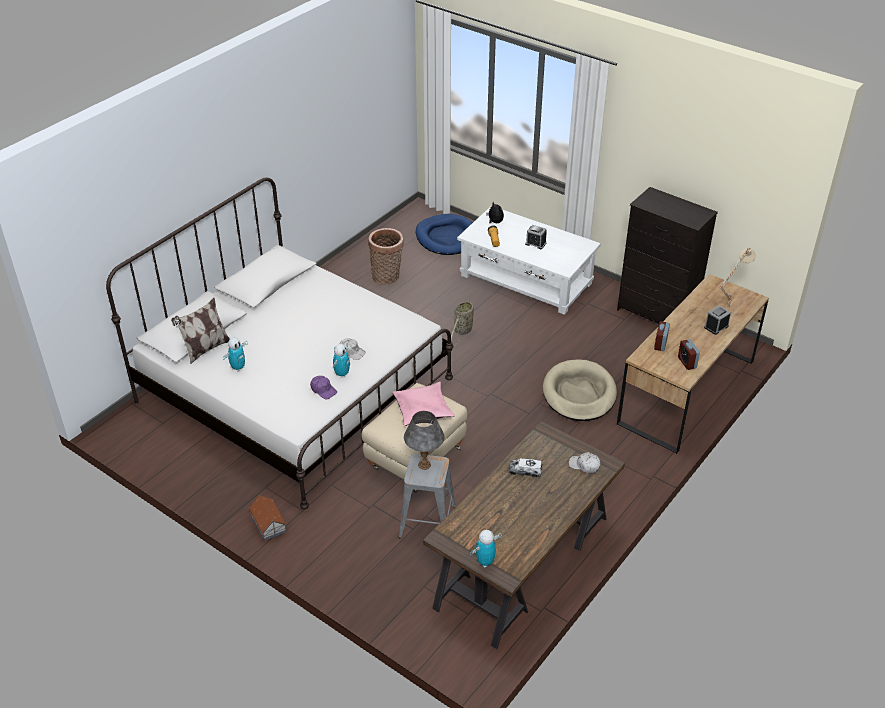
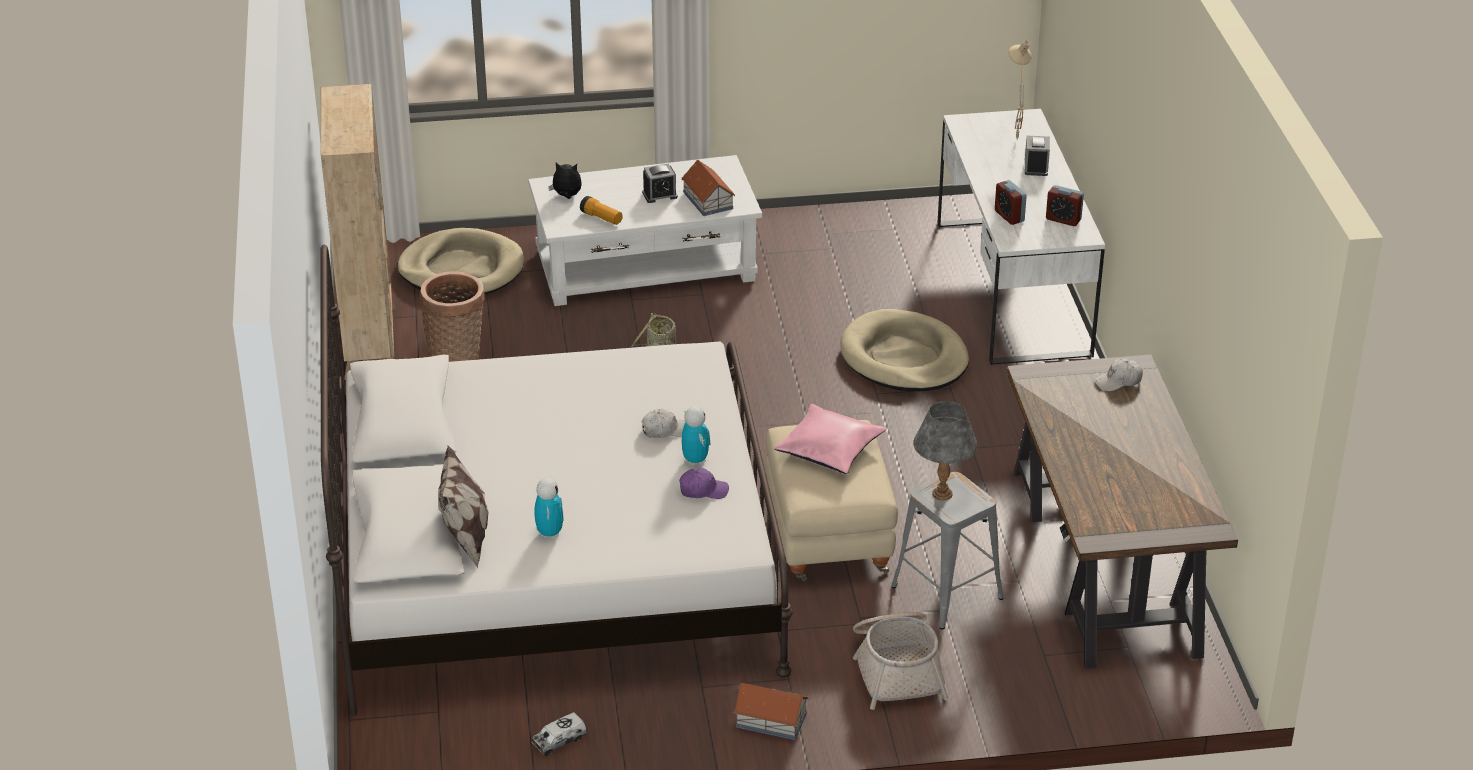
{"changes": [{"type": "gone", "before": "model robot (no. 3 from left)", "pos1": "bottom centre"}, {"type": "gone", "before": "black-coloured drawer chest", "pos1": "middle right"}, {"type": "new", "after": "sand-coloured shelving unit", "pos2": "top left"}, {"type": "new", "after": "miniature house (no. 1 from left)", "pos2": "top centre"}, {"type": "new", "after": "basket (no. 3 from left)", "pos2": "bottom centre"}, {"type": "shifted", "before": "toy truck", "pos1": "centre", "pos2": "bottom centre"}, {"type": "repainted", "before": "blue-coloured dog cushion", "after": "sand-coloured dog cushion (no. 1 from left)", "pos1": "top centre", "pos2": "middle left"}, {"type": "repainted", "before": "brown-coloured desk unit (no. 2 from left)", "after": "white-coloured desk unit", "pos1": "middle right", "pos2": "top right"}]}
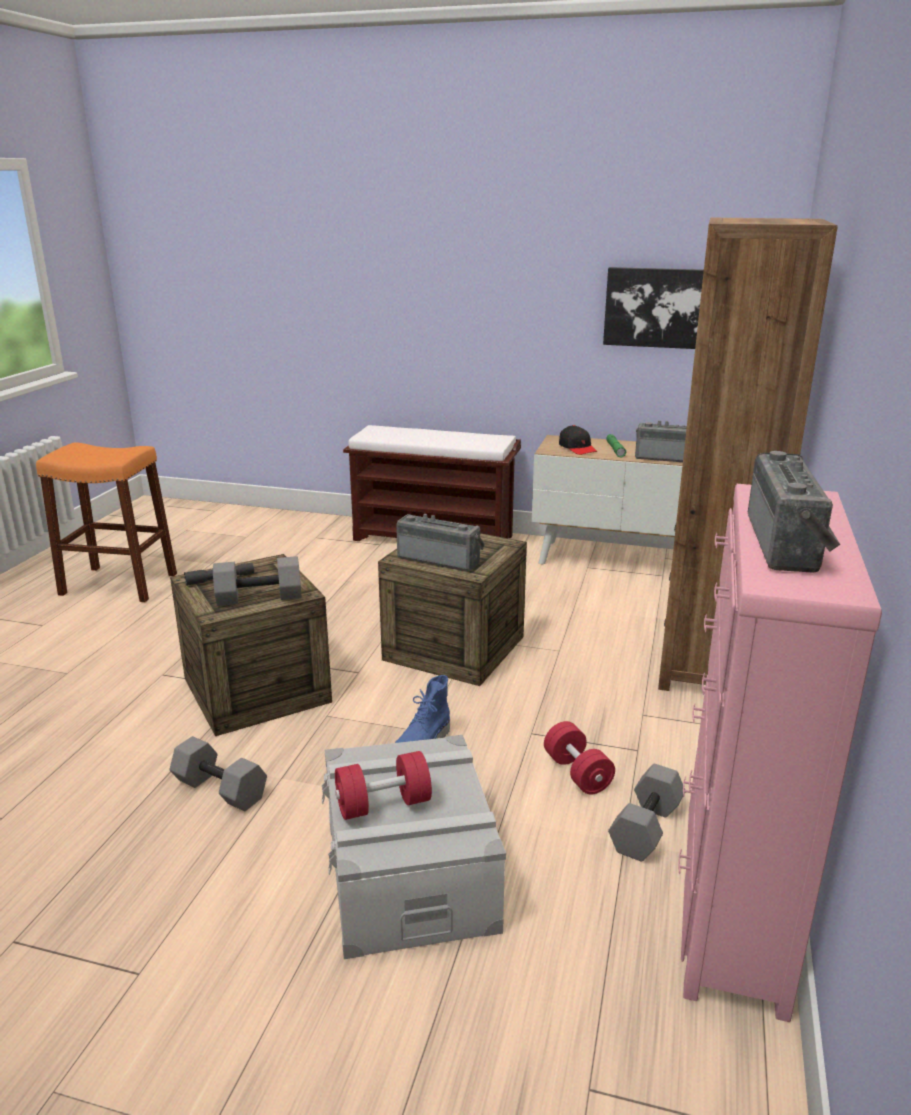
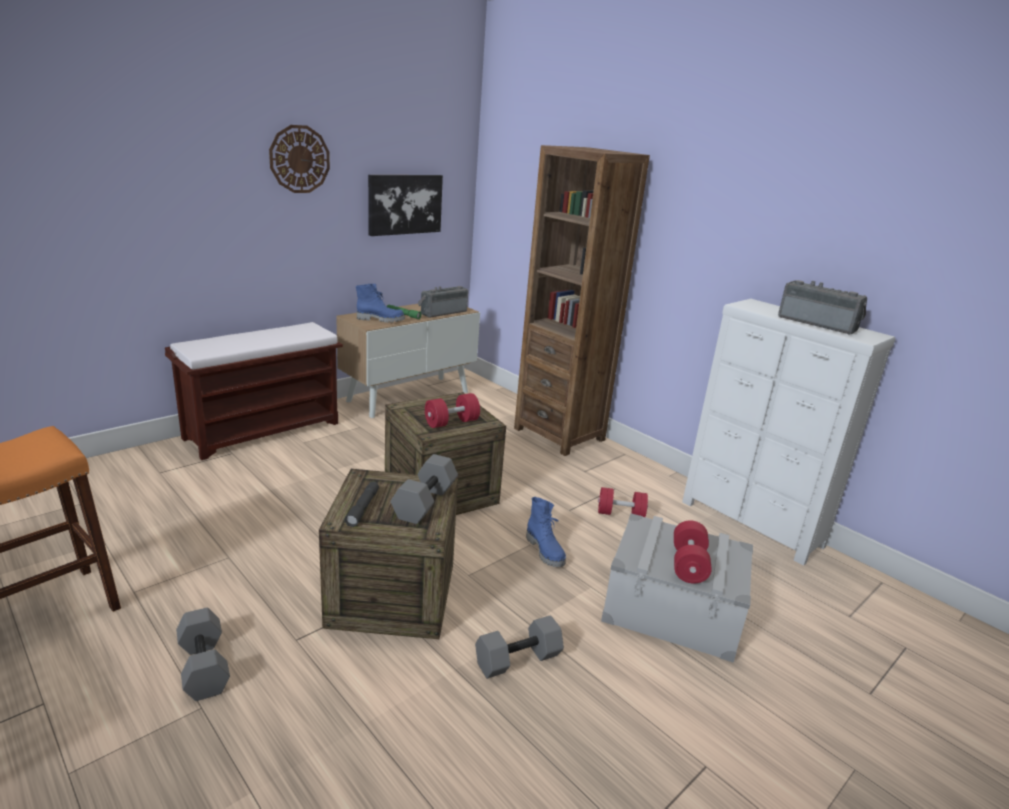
{"changes": [{"type": "new", "after": "clock on the wall", "pos2": "top left"}, {"type": "shifted", "before": "greyish dumbbell (no. 3 from left in the first image)", "after": "greyish dumbbell (no. 1 from left)", "pos1": "bottom right", "pos2": "bottom left"}, {"type": "swapped", "before": "radio (no. 1 from left)", "after": "red dumbbell (no. 1 from left)", "pos1": "centre", "pos2": "centre"}, {"type": "swapped", "before": "black-coloured cap", "after": "blue-coloured high-top boot (no. 1 from left)", "pos1": "centre", "pos2": "centre"}, {"type": "repainted", "before": "pinkish drawer chest", "after": "white-coloured drawer chest", "pos1": "bottom right", "pos2": "middle right"}]}
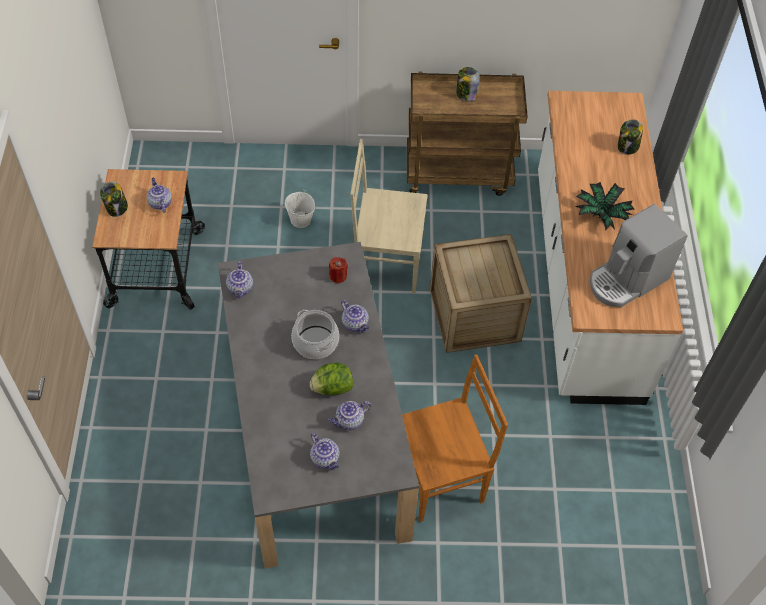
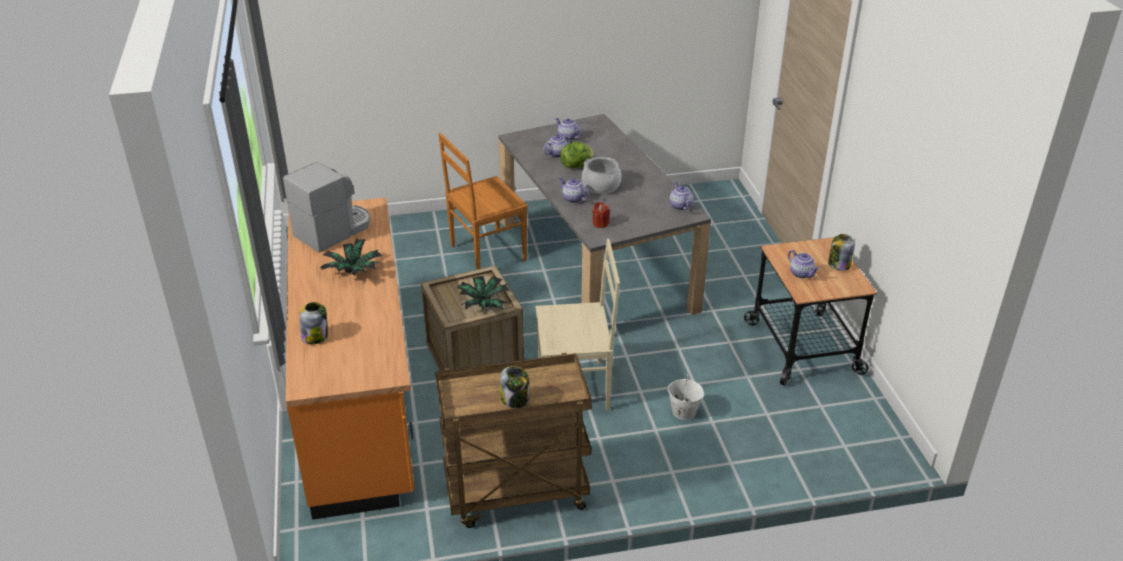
{"changes": [{"type": "new", "after": "plant in a pot (no. 2 from left)", "pos2": "centre"}, {"type": "repainted", "before": "white-coloured counter", "after": "orangey counter", "pos1": "middle right", "pos2": "middle left"}]}
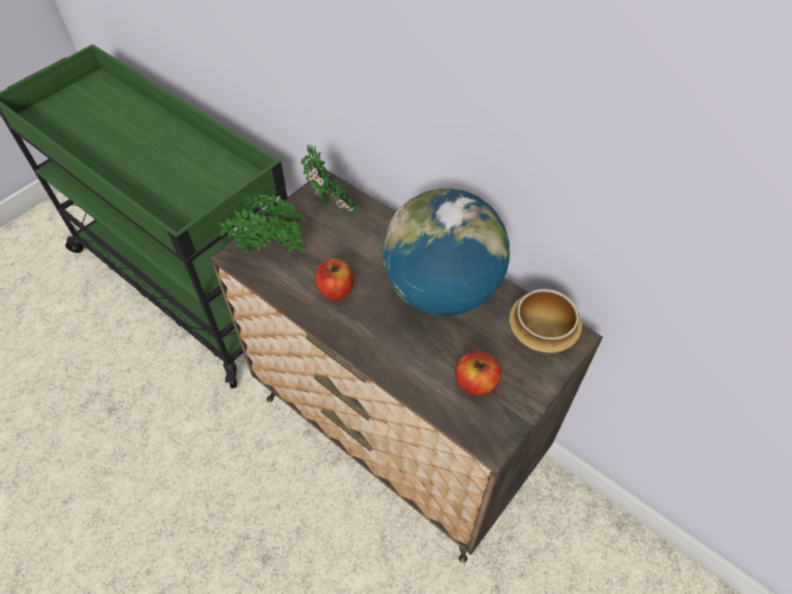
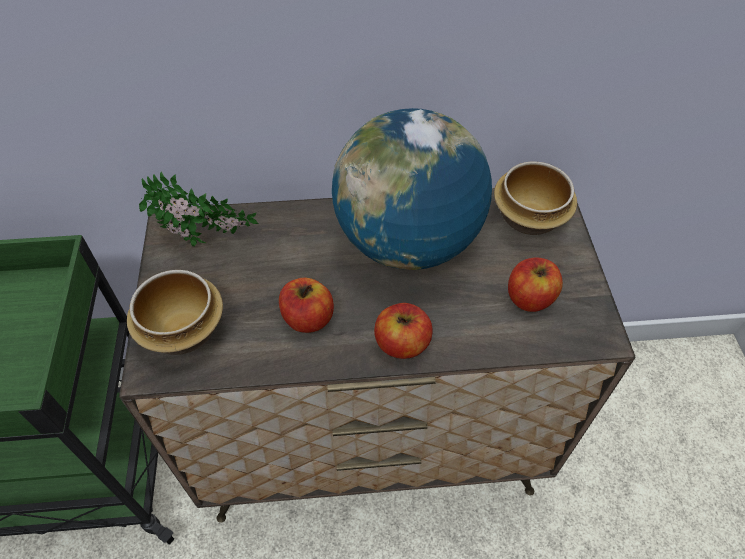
{"changes": [{"type": "new", "after": "apple fruit (no. 2 from left)", "pos2": "centre"}, {"type": "swapped", "before": "plant in a pot (no. 1 from left)", "after": "deep dish (no. 1 from left)", "pos1": "middle left", "pos2": "middle left"}]}
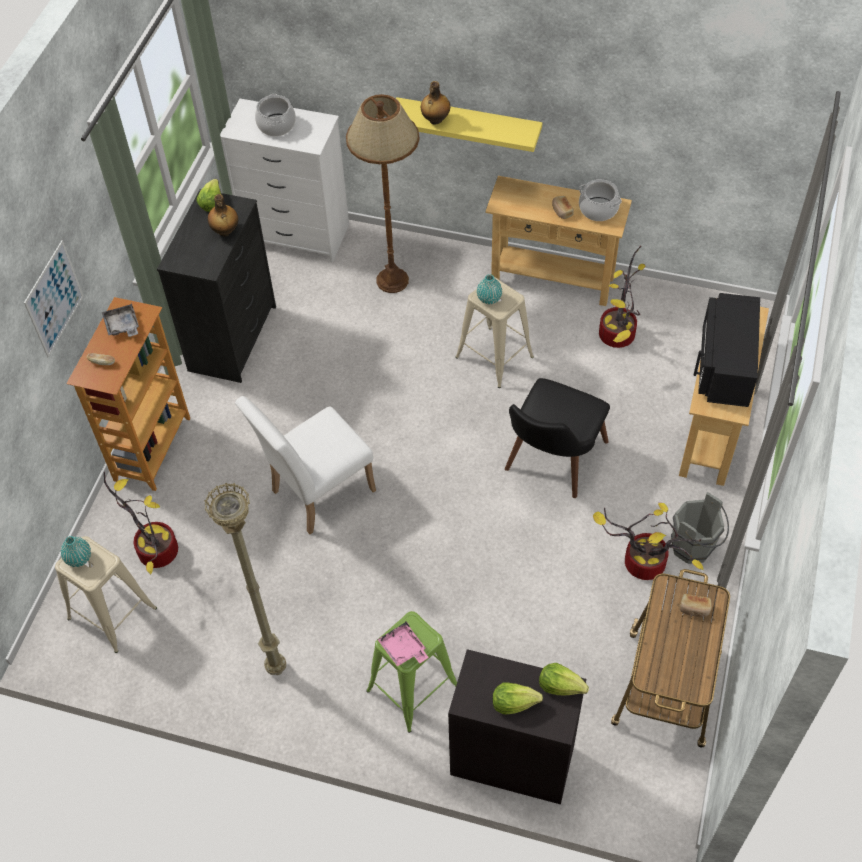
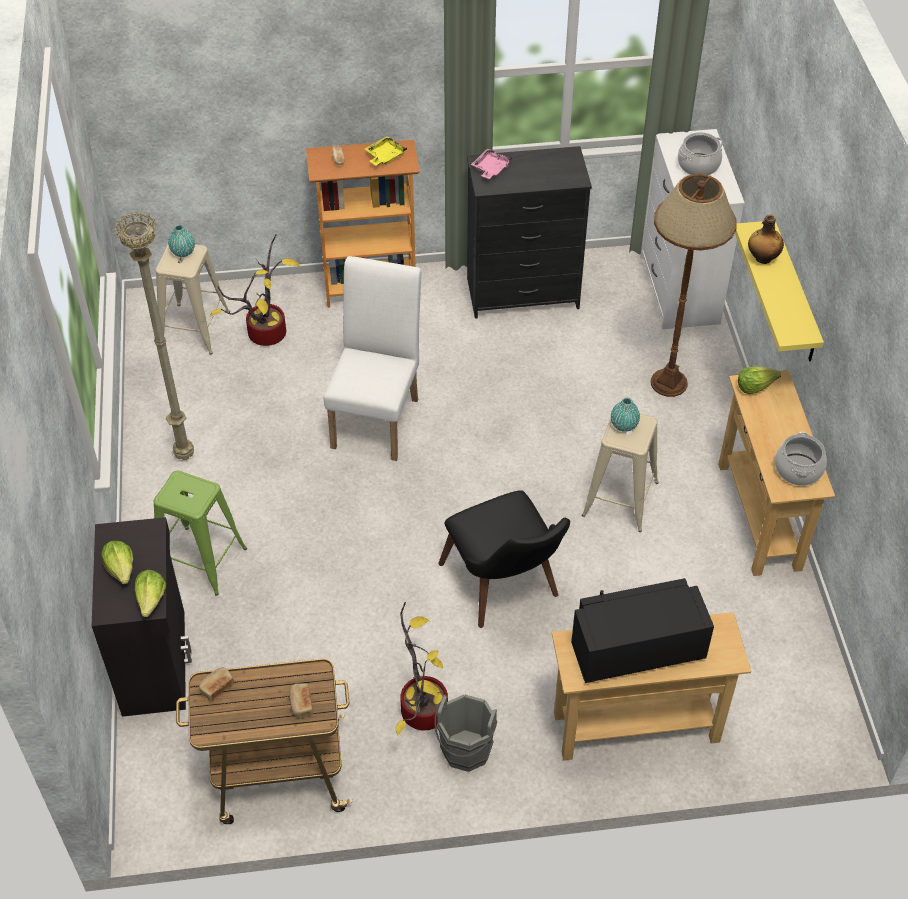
{"changes": [{"type": "gone", "before": "wall picture", "pos1": "middle left"}, {"type": "gone", "before": "drink bottle (no. 1 from left)", "pos1": "top left"}, {"type": "gone", "before": "plant in a pot (no. 2 from left)", "pos1": "middle right"}, {"type": "shifted", "before": "lettuce (no. 1 from left in the first image)", "after": "lettuce (no. 3 from left)", "pos1": "top left", "pos2": "middle right"}, {"type": "shifted", "before": "pinkish serving tray", "pos1": "bottom centre", "pos2": "top centre"}, {"type": "shifted", "before": "baked bread (no. 2 from left in the first image)", "after": "baked bread (no. 1 from left)", "pos1": "top centre", "pos2": "bottom left"}, {"type": "repainted", "before": "greyish serving tray", "after": "yellow serving tray", "pos1": "middle left", "pos2": "top centre"}, {"type": "rotated", "before": "white-coloured plain chair", "pos1": "centre", "pos2": "centre", "turn": 75}, {"type": "rotated", "before": "black-coloured plain chair", "pos1": "centre", "pos2": "centre", "turn": -120}]}
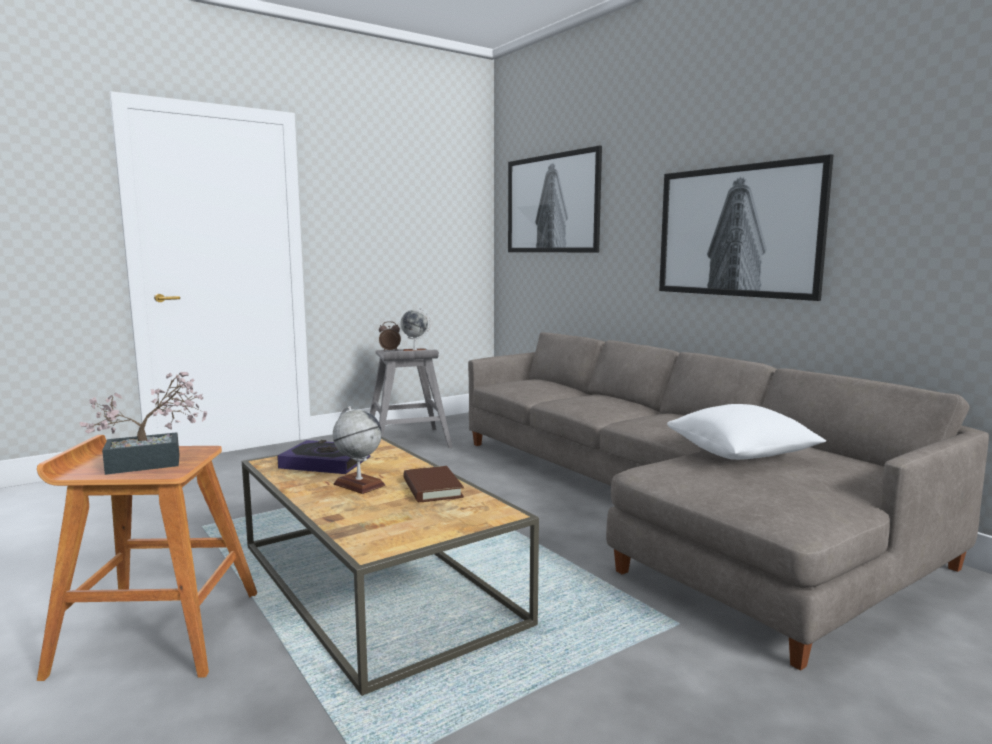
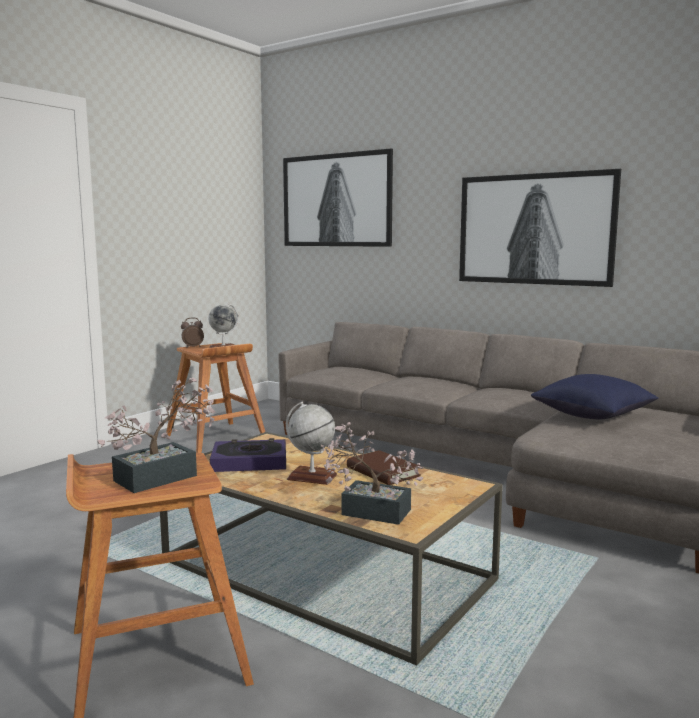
{"changes": [{"type": "new", "after": "plant in a pot (no. 2 from left)", "pos2": "centre"}, {"type": "repainted", "before": "greyish sitting stool", "after": "brown-coloured sitting stool (no. 2 from left)", "pos1": "centre", "pos2": "middle left"}, {"type": "repainted", "before": "white-coloured pillow", "after": "blue-coloured pillow", "pos1": "middle right", "pos2": "middle right"}]}
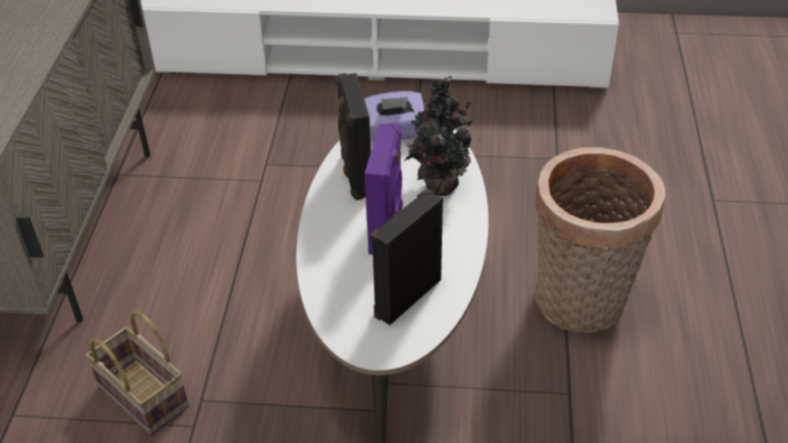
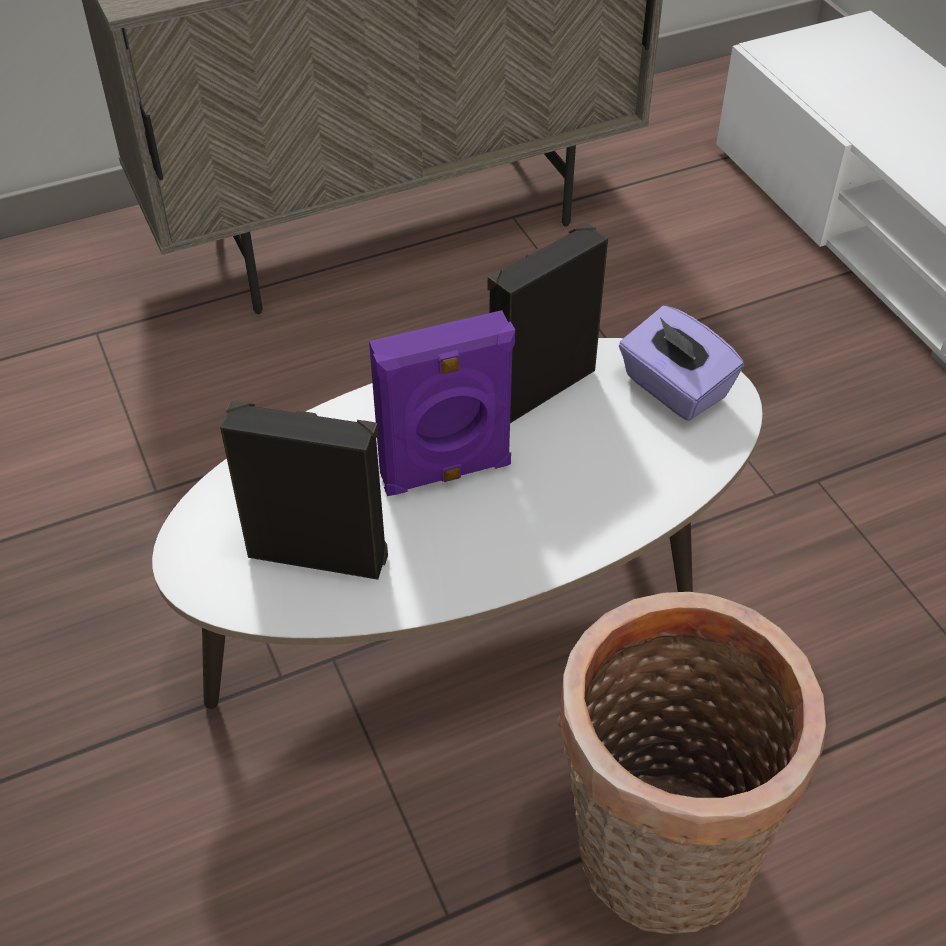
{"changes": [{"type": "gone", "before": "basket (no. 1 from left)", "pos1": "bottom left"}, {"type": "gone", "before": "plant in a pot", "pos1": "top centre"}]}
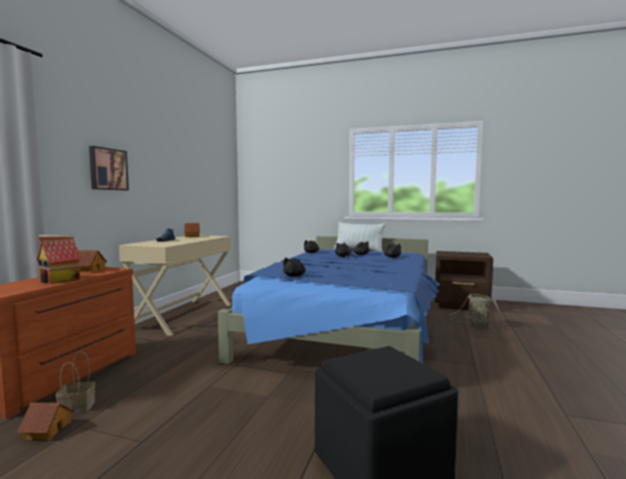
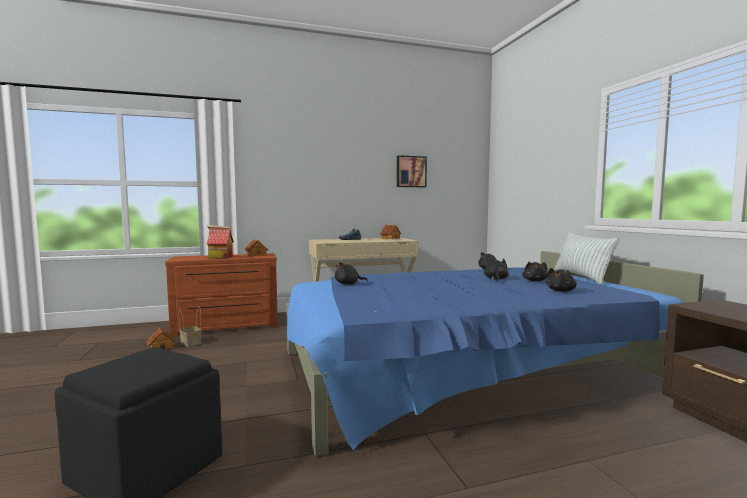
{"changes": [{"type": "gone", "before": "basket (no. 2 from left)", "pos1": "middle right"}, {"type": "shifted", "before": "wall picture", "pos1": "middle left", "pos2": "centre"}]}
